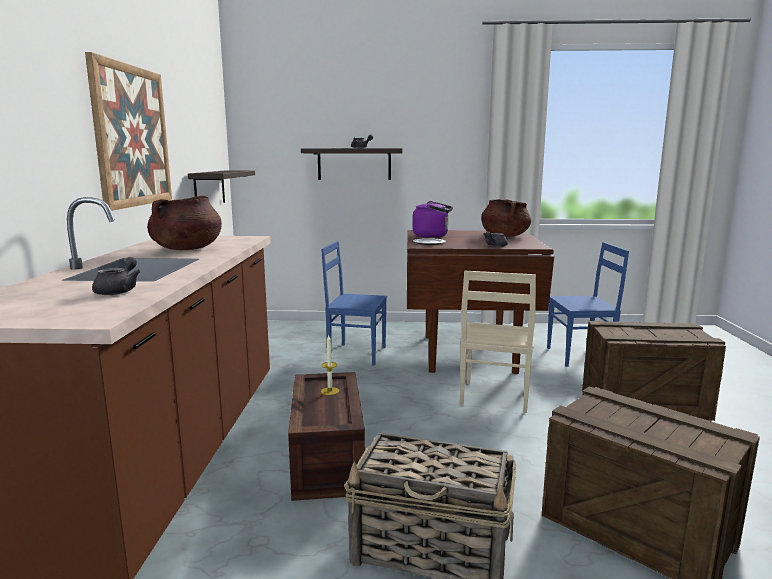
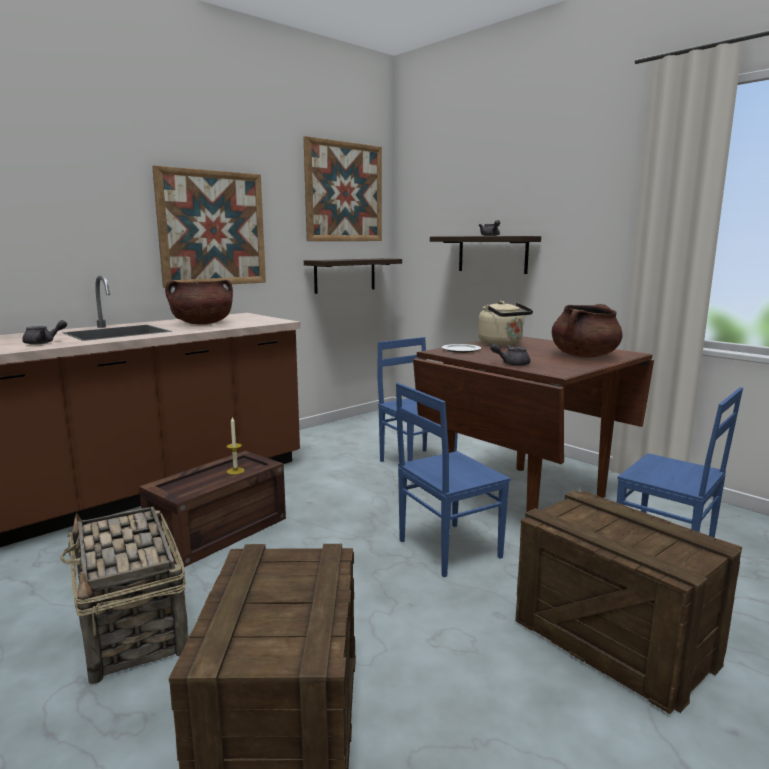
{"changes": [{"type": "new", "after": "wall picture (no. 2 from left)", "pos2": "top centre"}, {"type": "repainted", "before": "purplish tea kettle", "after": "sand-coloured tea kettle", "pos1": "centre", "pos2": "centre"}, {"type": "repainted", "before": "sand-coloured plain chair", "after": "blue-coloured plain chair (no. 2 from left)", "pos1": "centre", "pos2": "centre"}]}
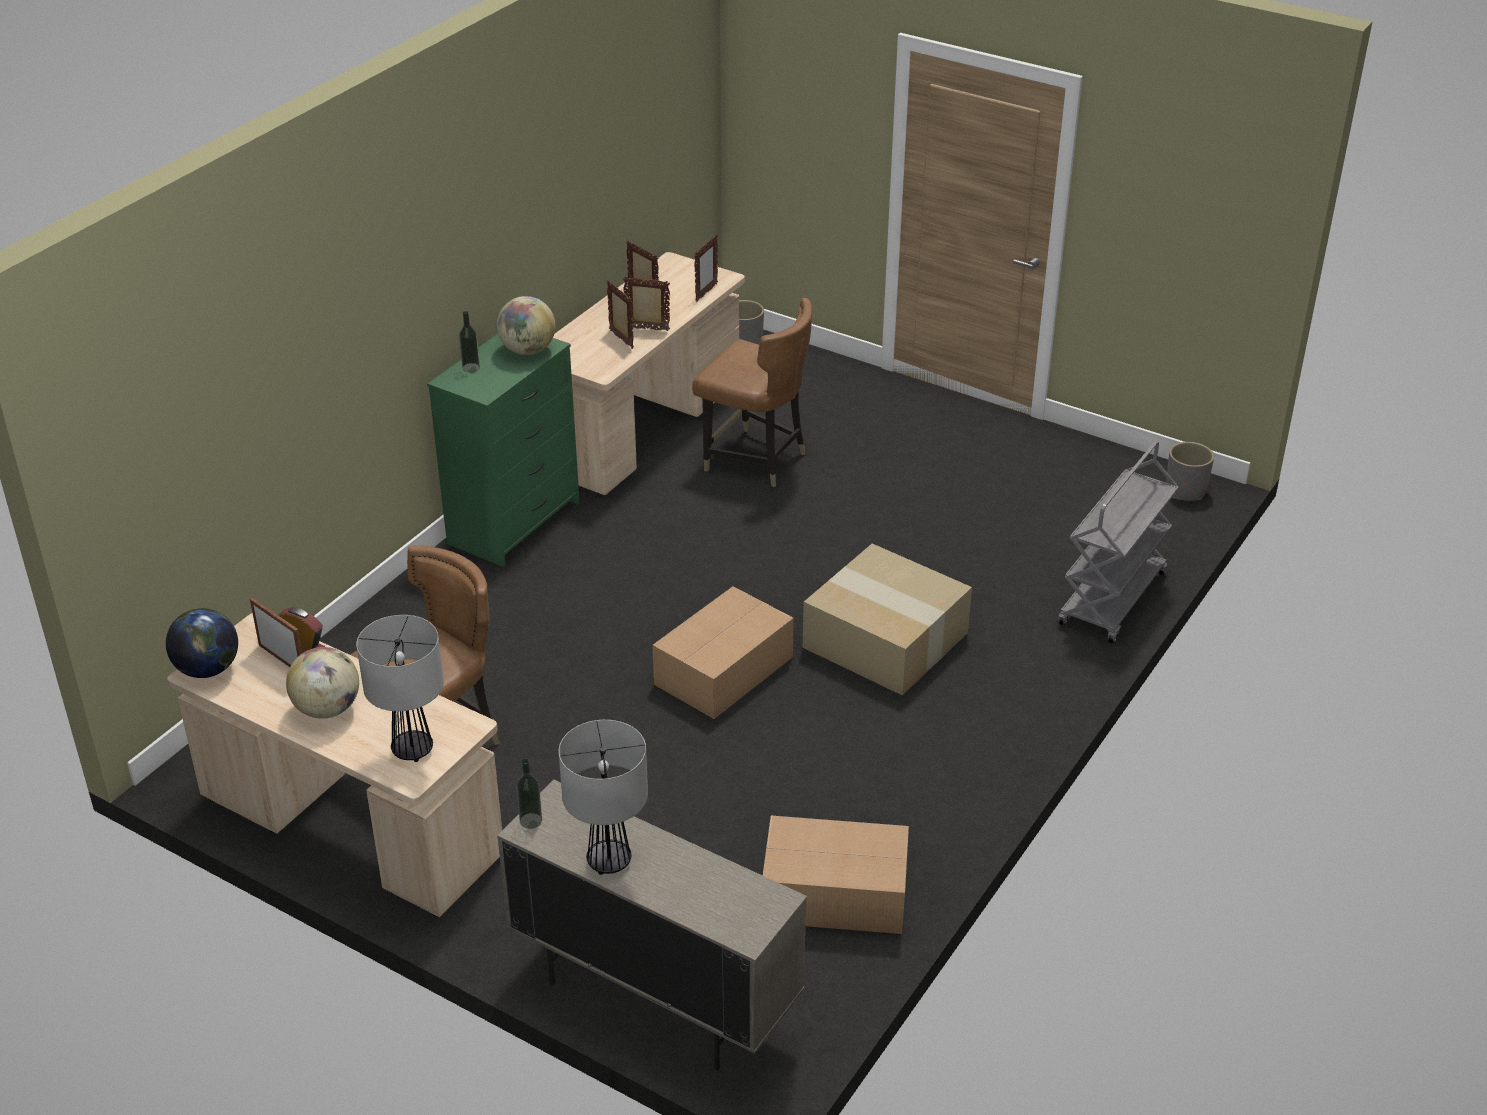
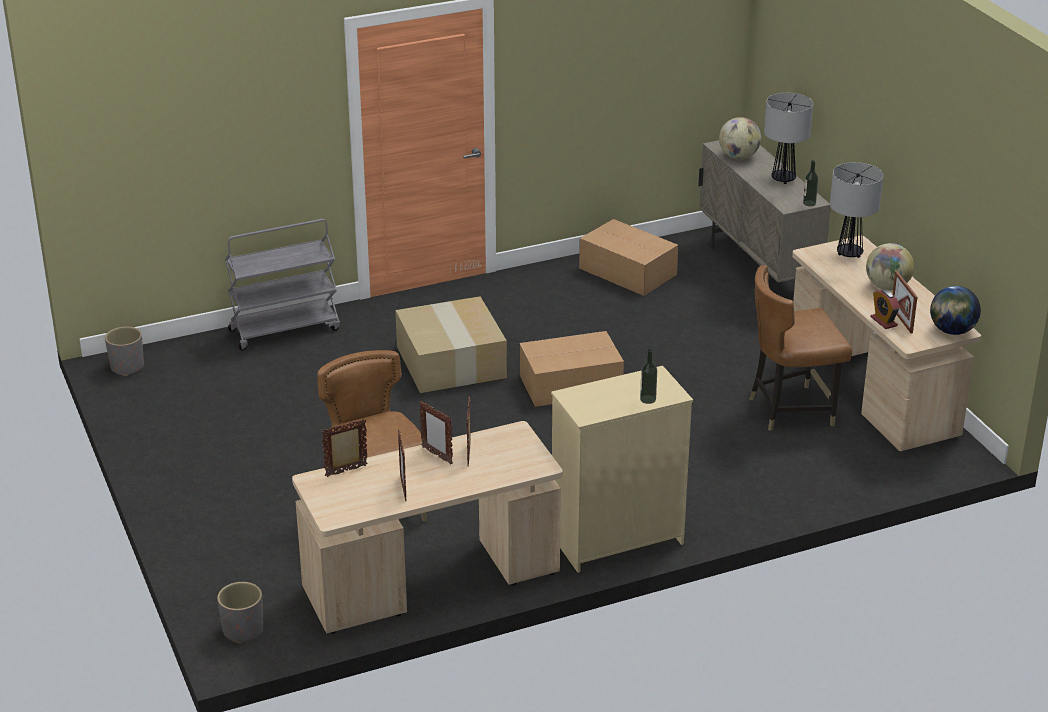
{"changes": [{"type": "shifted", "before": "globe (no. 3 from left in the first image)", "after": "globe (no. 1 from left)", "pos1": "top centre", "pos2": "top right"}, {"type": "repainted", "before": "green drawer chest", "after": "sand-coloured drawer chest", "pos1": "centre", "pos2": "centre"}]}
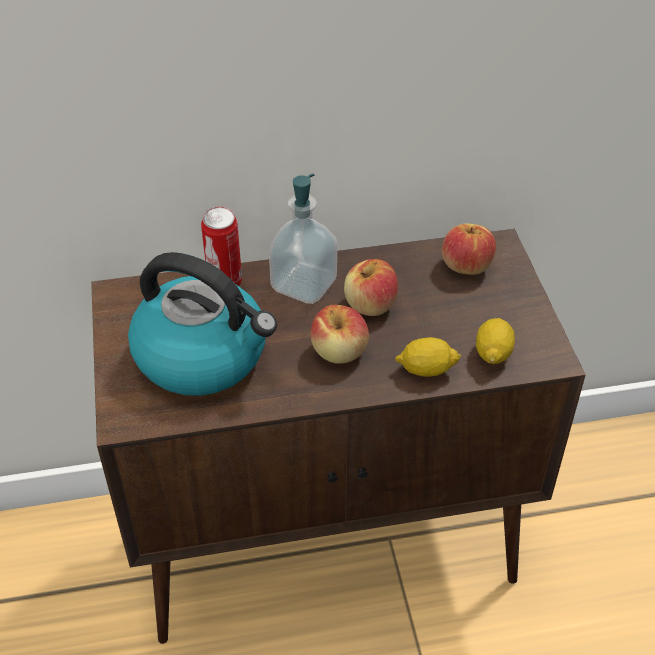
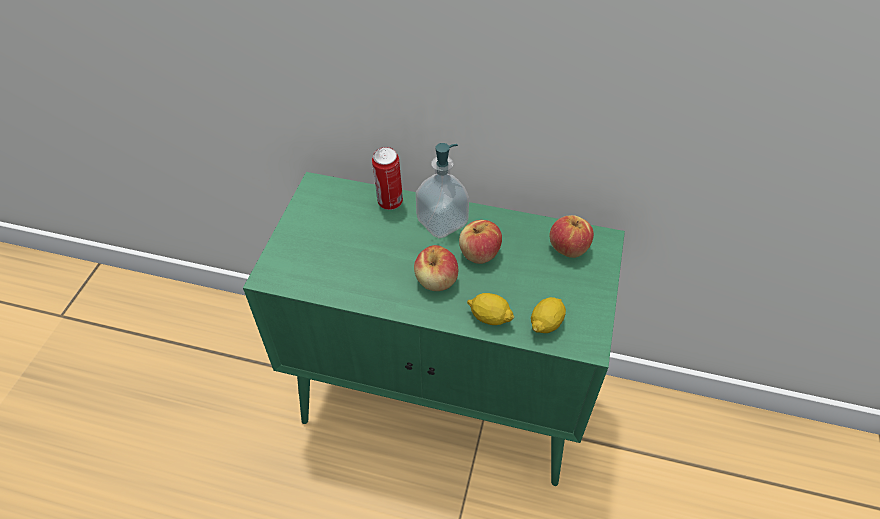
{"changes": [{"type": "gone", "before": "tea kettle", "pos1": "middle left"}, {"type": "repainted", "before": "brown-coloured cupboard", "after": "green cupboard", "pos1": "centre", "pos2": "centre"}]}
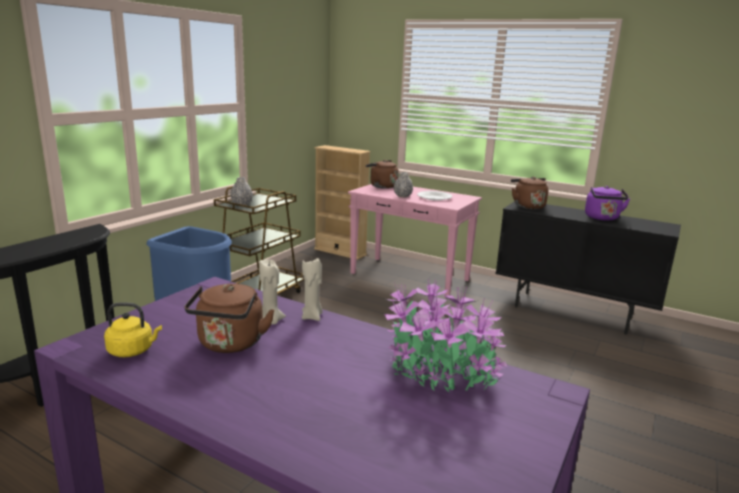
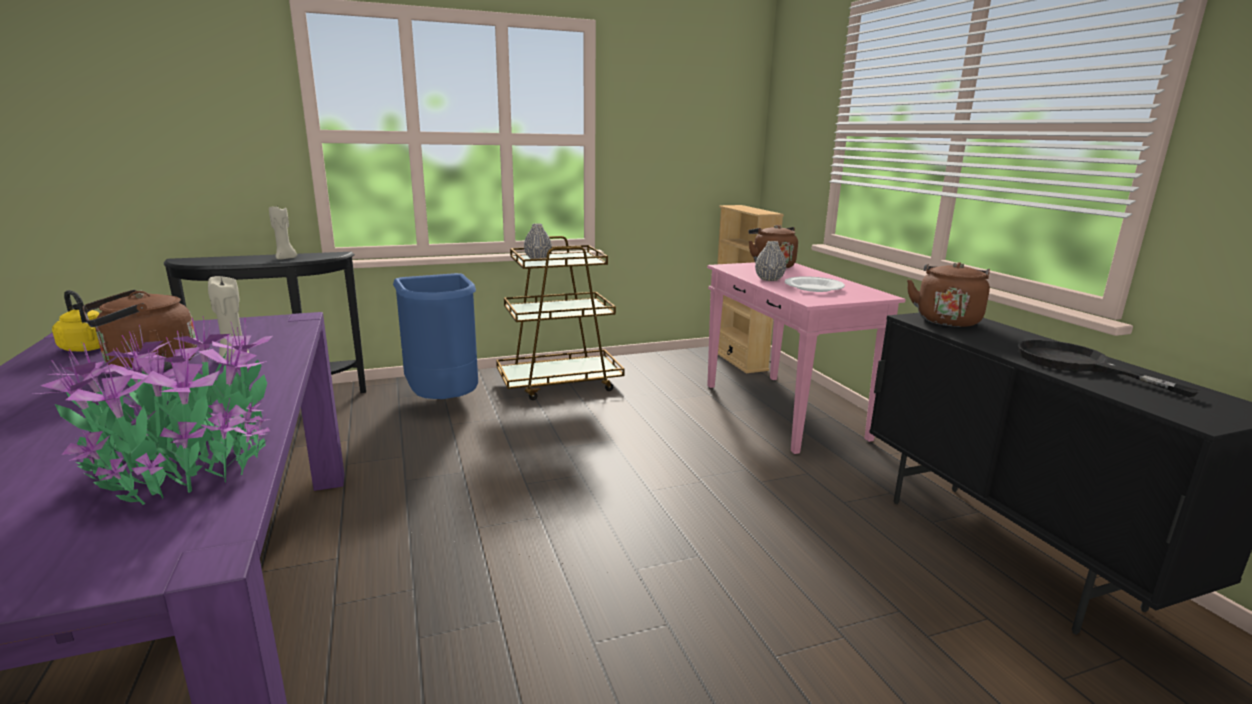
{"changes": [{"type": "shifted", "before": "sand-coloured candle (no. 2 from left)", "pos1": "centre", "pos2": "top left"}, {"type": "swapped", "before": "purplish tea kettle", "after": "black-coloured skillet", "pos1": "middle right", "pos2": "middle right"}]}
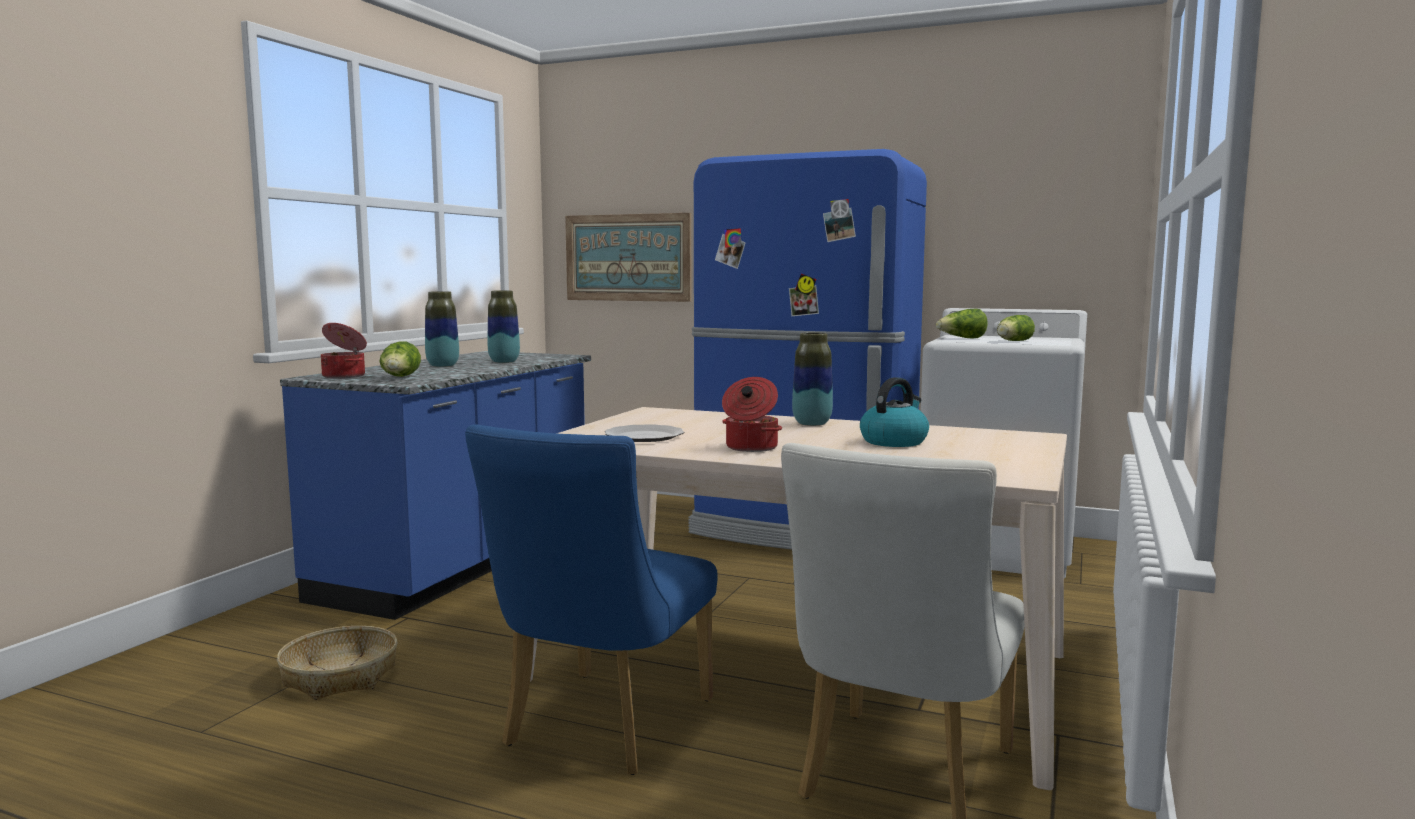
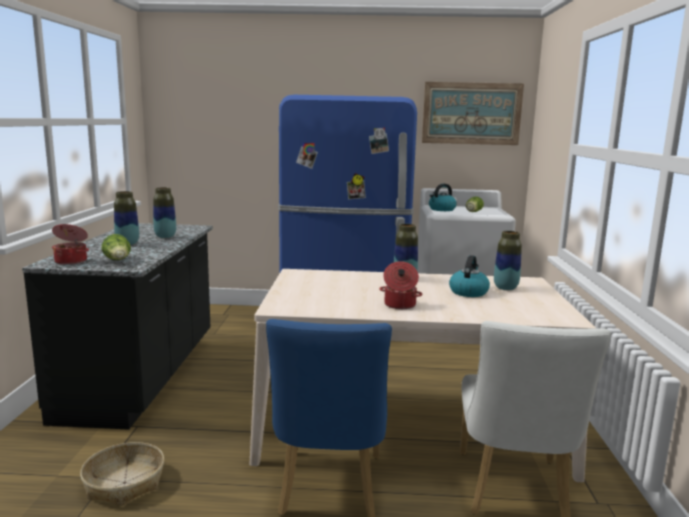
{"changes": [{"type": "gone", "before": "dinner plate", "pos1": "centre"}, {"type": "new", "after": "vase (no. 4 from left)", "pos2": "middle right"}, {"type": "shifted", "before": "wall picture", "pos1": "top centre", "pos2": "top right"}, {"type": "swapped", "before": "lettuce (no. 2 from left)", "after": "tea kettle (no. 1 from left)", "pos1": "middle right", "pos2": "centre"}, {"type": "repainted", "before": "blue-coloured counter", "after": "black-coloured counter", "pos1": "middle left", "pos2": "middle left"}]}
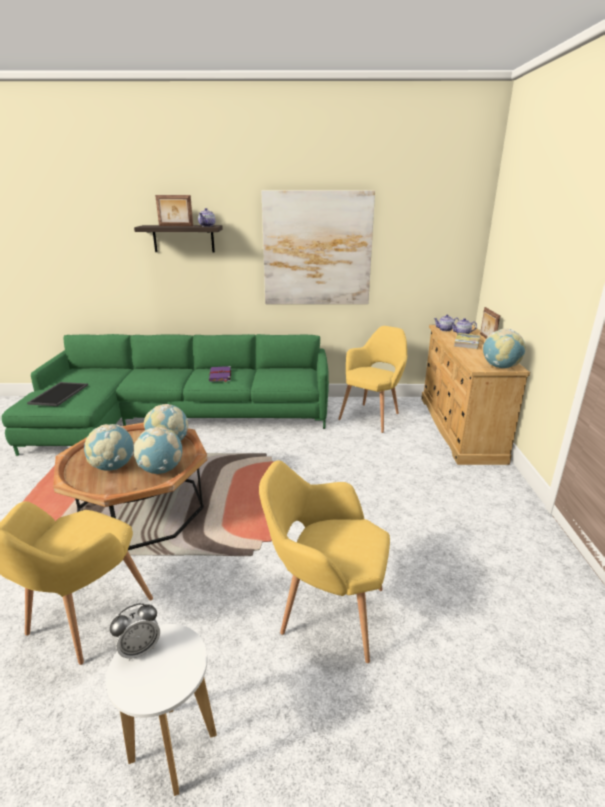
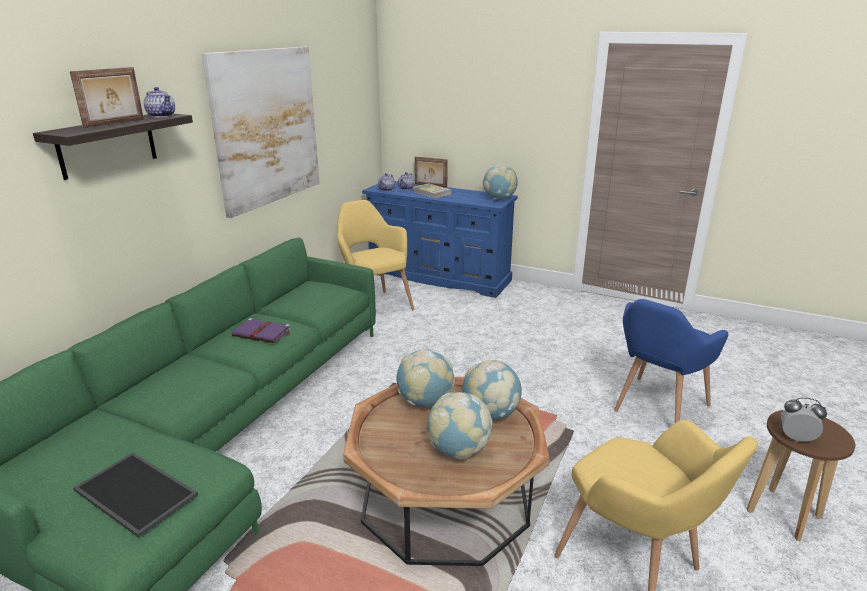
{"changes": [{"type": "repainted", "before": "white-coloured sitting stool", "after": "brown-coloured sitting stool", "pos1": "bottom left", "pos2": "bottom right"}, {"type": "repainted", "before": "yellow lounge chair (no. 2 from left)", "after": "blue-coloured lounge chair", "pos1": "bottom centre", "pos2": "middle right"}, {"type": "repainted", "before": "sand-coloured drawer chest", "after": "blue-coloured drawer chest", "pos1": "middle right", "pos2": "centre"}, {"type": "rotated", "before": "table clock", "pos1": "bottom left", "pos2": "bottom right", "turn": -60}]}
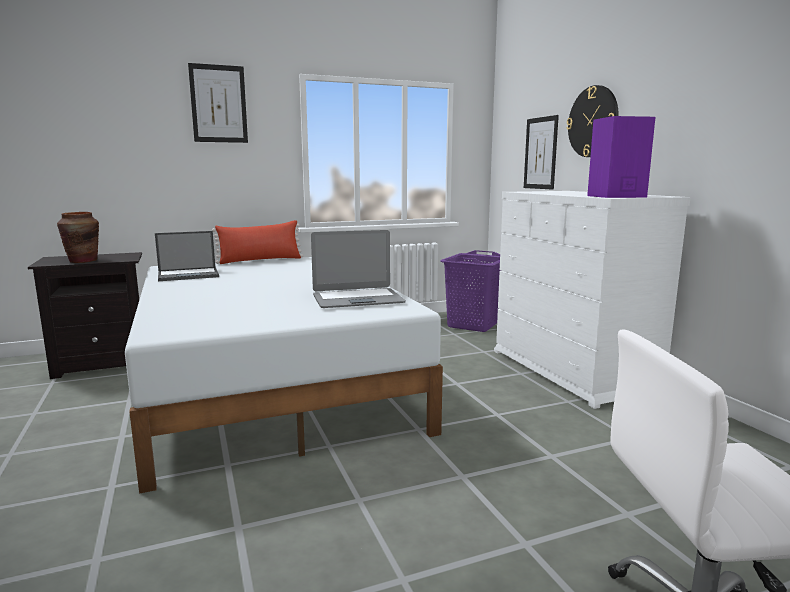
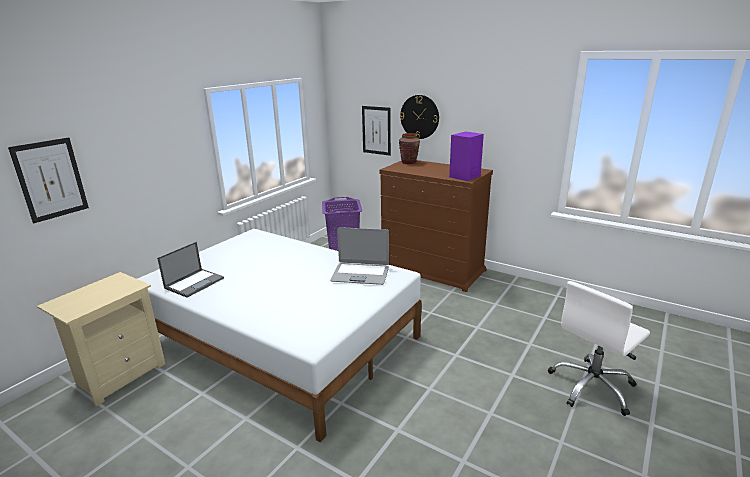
{"changes": [{"type": "gone", "before": "red pillow", "pos1": "middle left"}, {"type": "shifted", "before": "brown-coloured vase", "pos1": "middle left", "pos2": "top centre"}, {"type": "shifted", "before": "wall picture (no. 1 from left)", "pos1": "top left", "pos2": "middle left"}, {"type": "repainted", "before": "black-coloured nightstand", "after": "sand-coloured nightstand", "pos1": "middle left", "pos2": "bottom left"}, {"type": "repainted", "before": "white-coloured drawer chest", "after": "brown-coloured drawer chest", "pos1": "middle right", "pos2": "centre"}, {"type": "rotated", "before": "laptop (no. 2 from left)", "pos1": "centre", "pos2": "centre", "turn": 60}]}
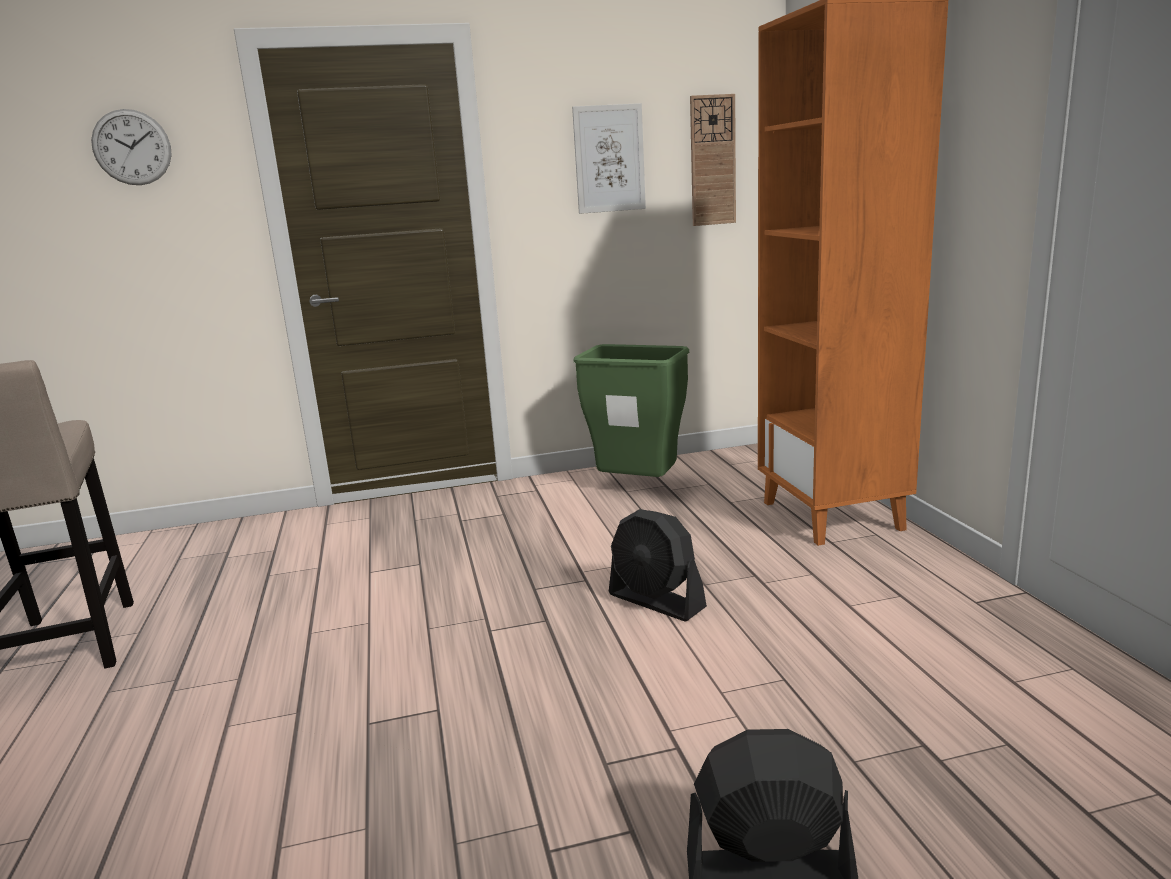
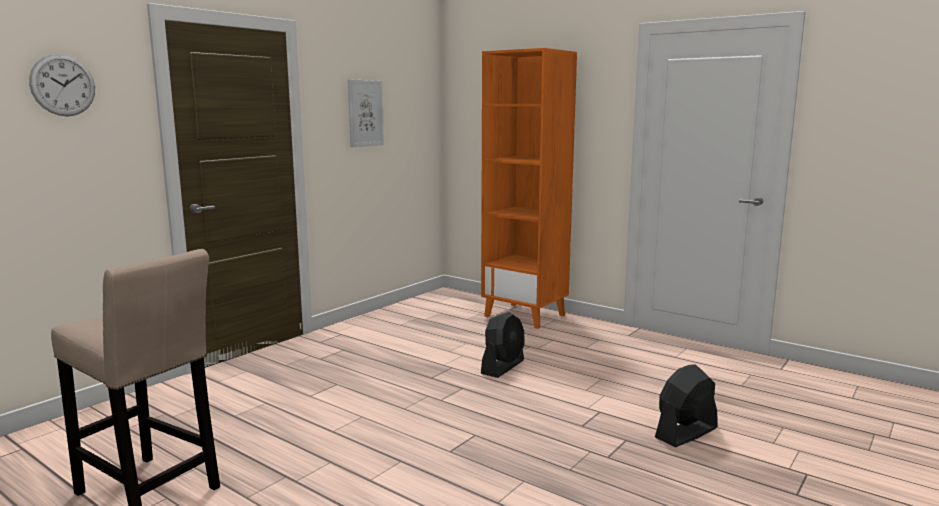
{"changes": [{"type": "gone", "before": "green trash can", "pos1": "centre"}, {"type": "gone", "before": "clock on the wall (no. 2 from left)", "pos1": "top centre"}, {"type": "rotated", "before": "black-coloured fan (no. 1 from left)", "pos1": "centre", "pos2": "bottom centre", "turn": -60}]}
